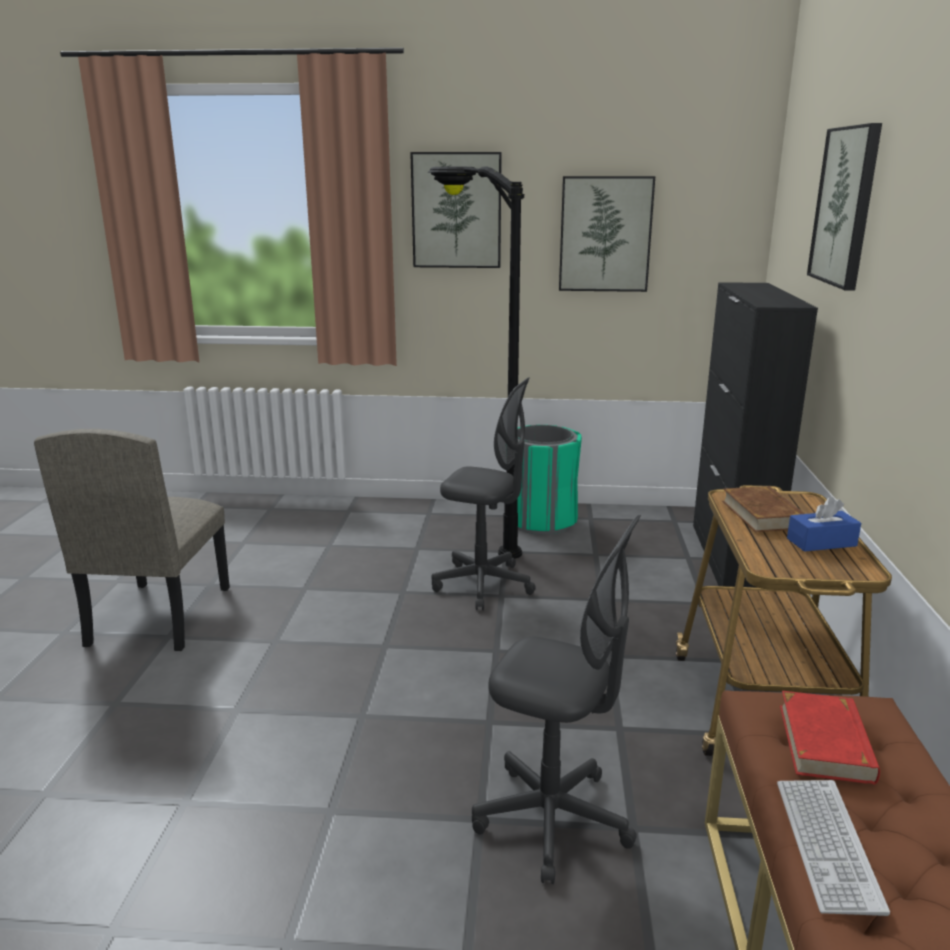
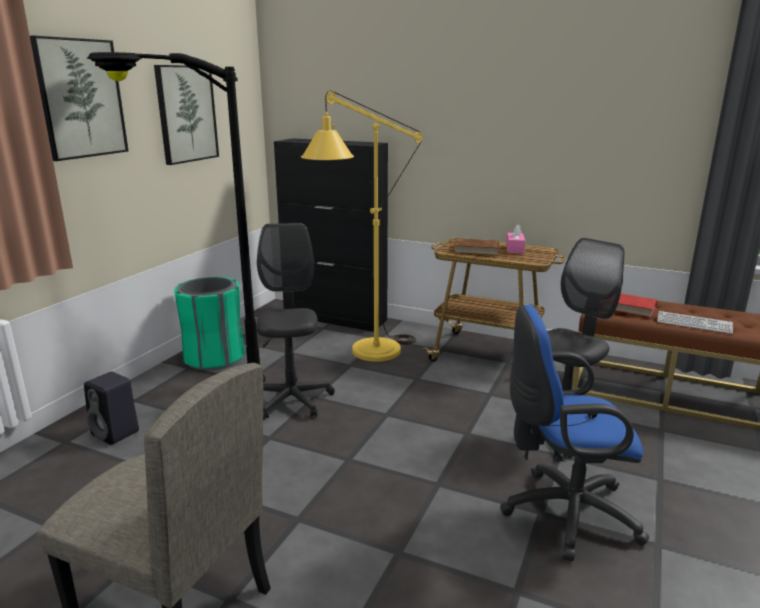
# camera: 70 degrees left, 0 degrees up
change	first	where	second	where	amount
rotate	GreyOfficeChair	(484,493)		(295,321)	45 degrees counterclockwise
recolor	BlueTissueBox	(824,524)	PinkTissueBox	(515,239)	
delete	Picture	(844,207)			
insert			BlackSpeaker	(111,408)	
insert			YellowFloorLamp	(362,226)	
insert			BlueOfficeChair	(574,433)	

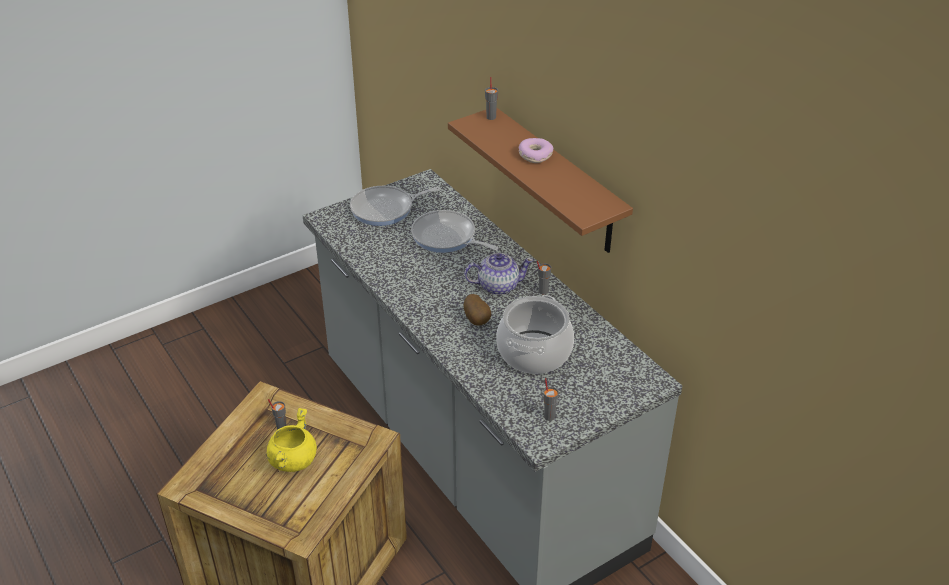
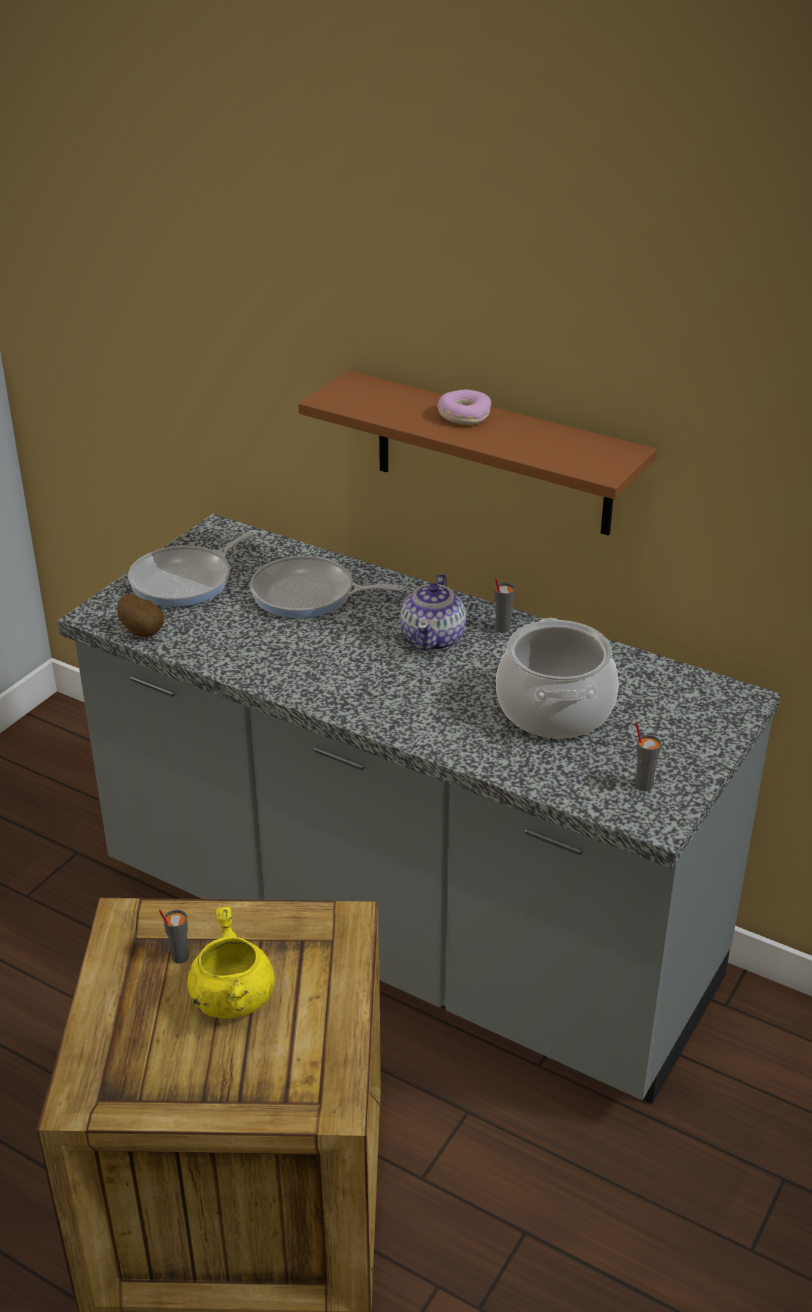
# camera: 25 degrees left, 5 degrees down
change	first	where	second	where	amount
rotate	Teapot	(499,274)		(433,612)	135 degrees clockwise
move	Potato	(477,310)		(140,615)	
delete	GreyCup	(491,98)			

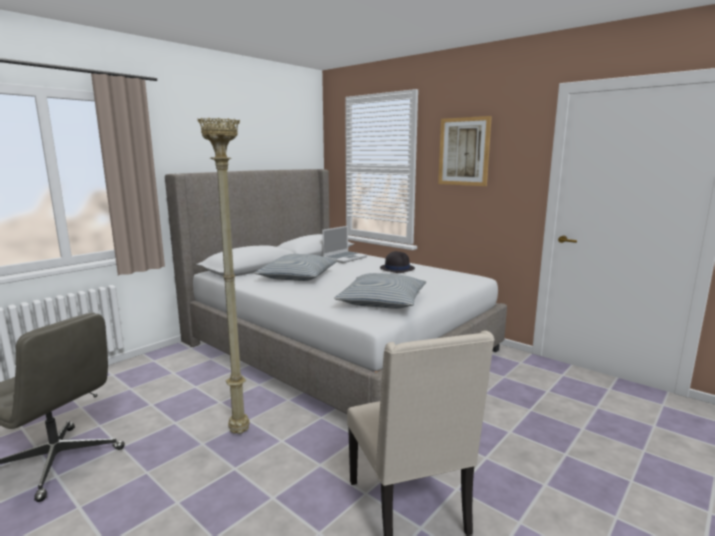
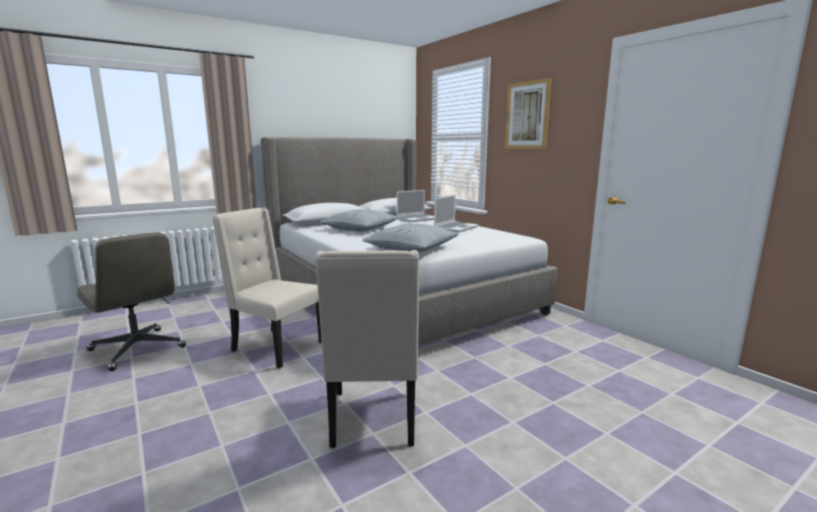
# camera: 15 degrees right, 0 degrees up
change	first	where	second	where	amount
replace	BeigeFloorLamp	(223,276)	BeigeChair	(267,288)	
replace	BlackHat	(397,262)	Laptop	(456,214)	

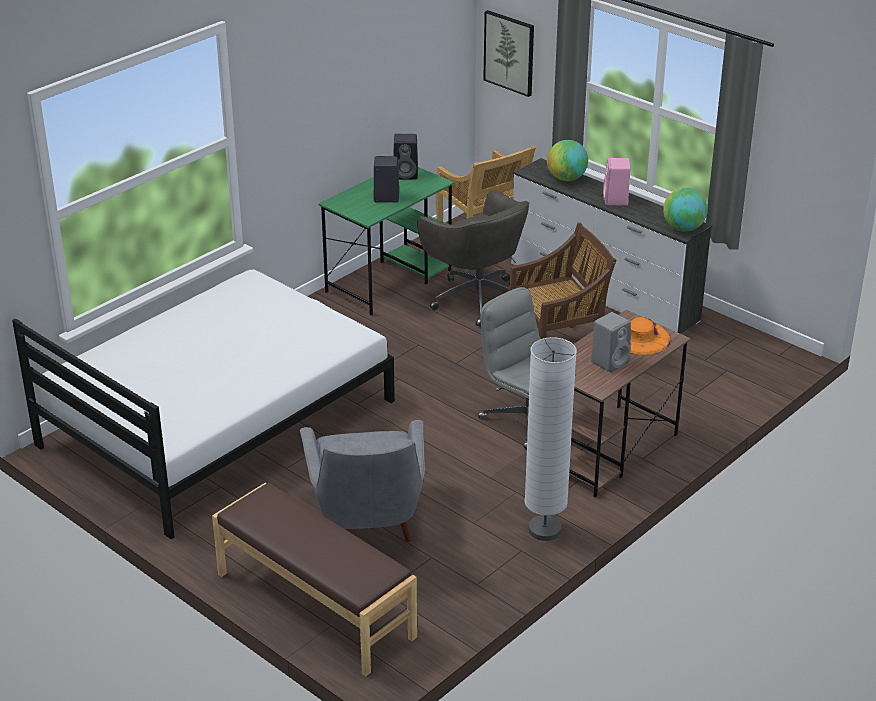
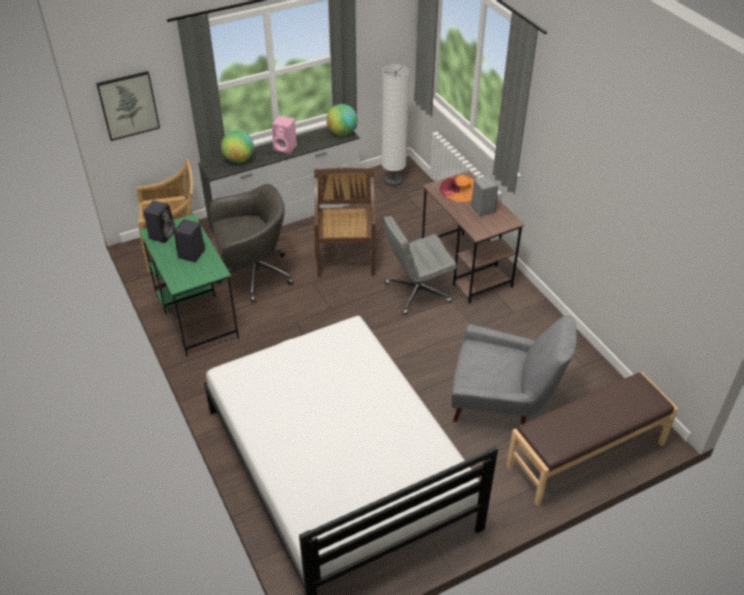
# camera: 70 degrees left, 10 degrees up
change	first	where	second	where	amount
move	WhiteFloorLamp	(551,439)		(395,125)	

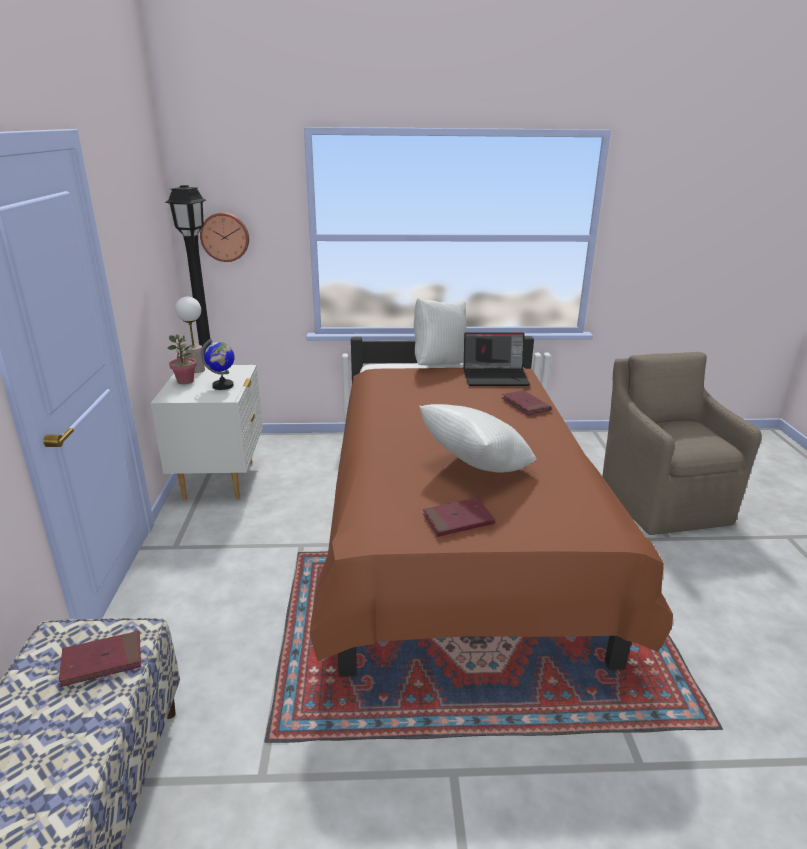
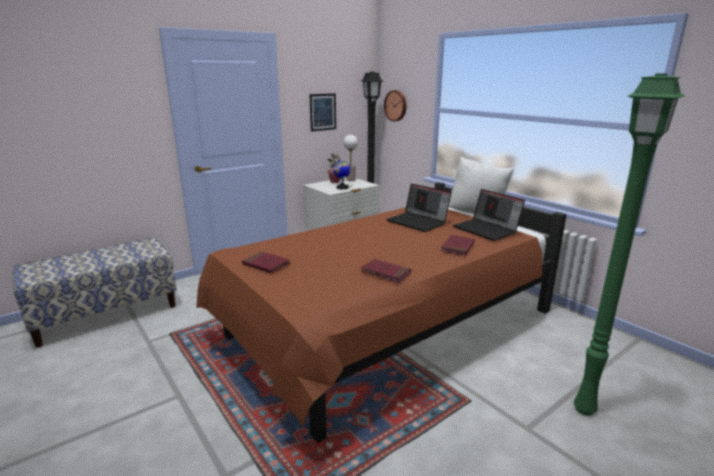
# camera: 55 degrees right, 5 degrees down
change	first	where	second	where	amount
move	RedBook	(100,659)		(385,270)	
delete	WhitePillow	(478,438)			
replace	BrownArmchair	(682,443)	GreenFloorLamp	(629,244)	
insert			Picture	(322,112)	
insert			Laptop	(418,208)	

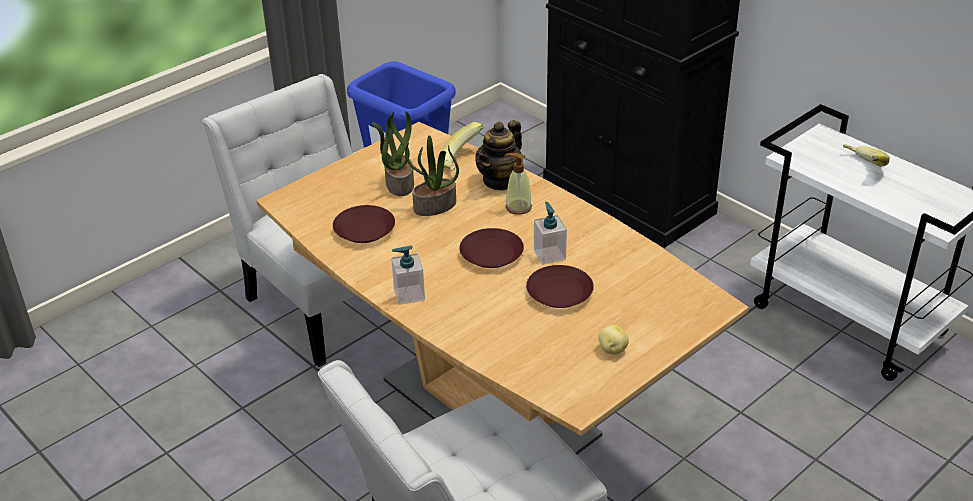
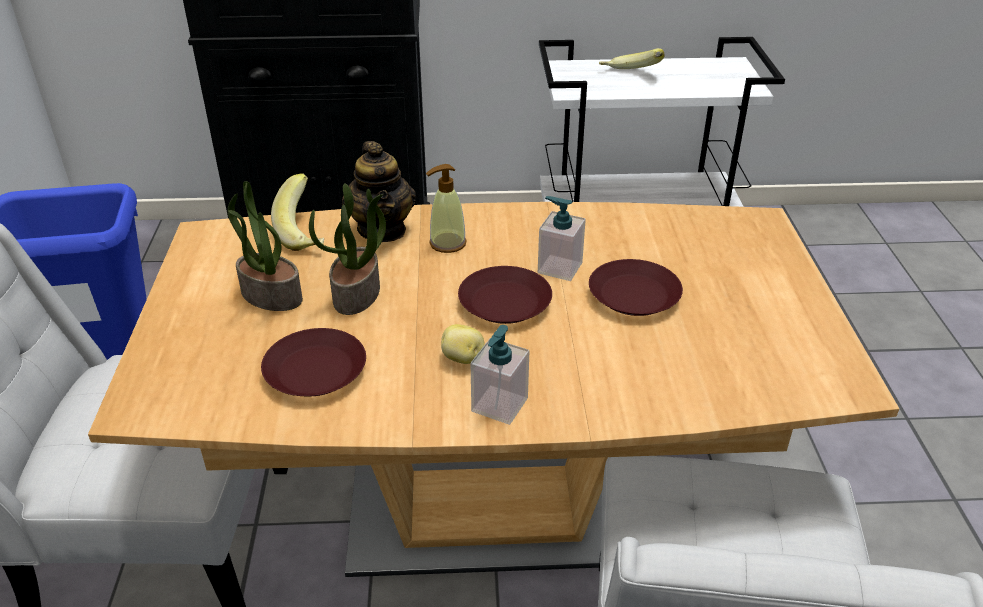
# camera: 50 degrees left, 0 degrees up
change	first	where	second	where	amount
move	Potato	(613,340)		(463,344)	

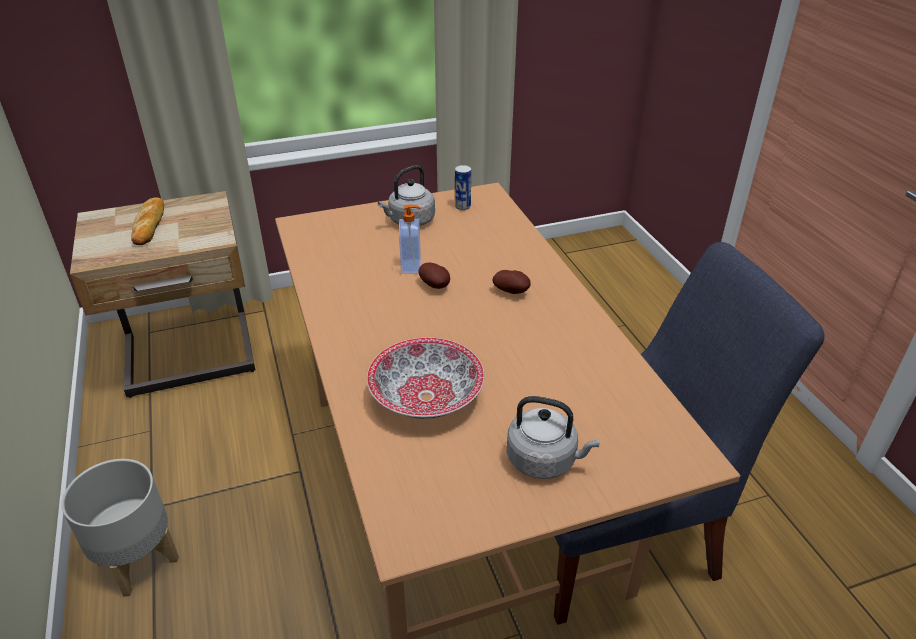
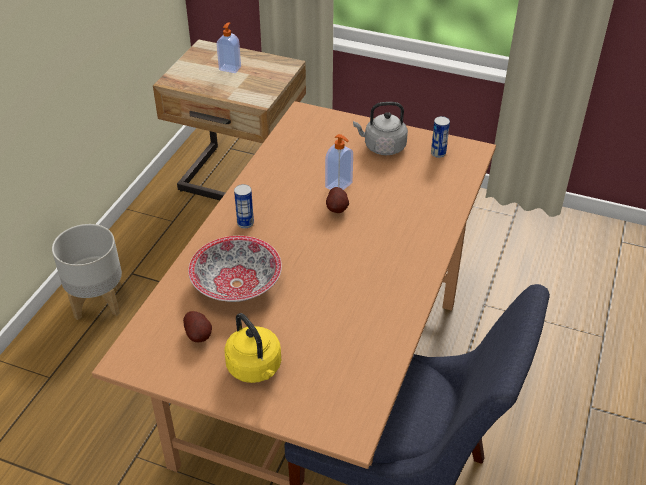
# camera: 40 degrees right, 5 degrees up
change	first	where	second	where	amount
replace	Bread	(147,221)	SoapDispenser	(229,48)	
move	Potato	(511,282)		(197,326)	
recolor	GreyKettle	(553,437)	YellowKettle	(252,348)	
insert			Can	(244,206)	

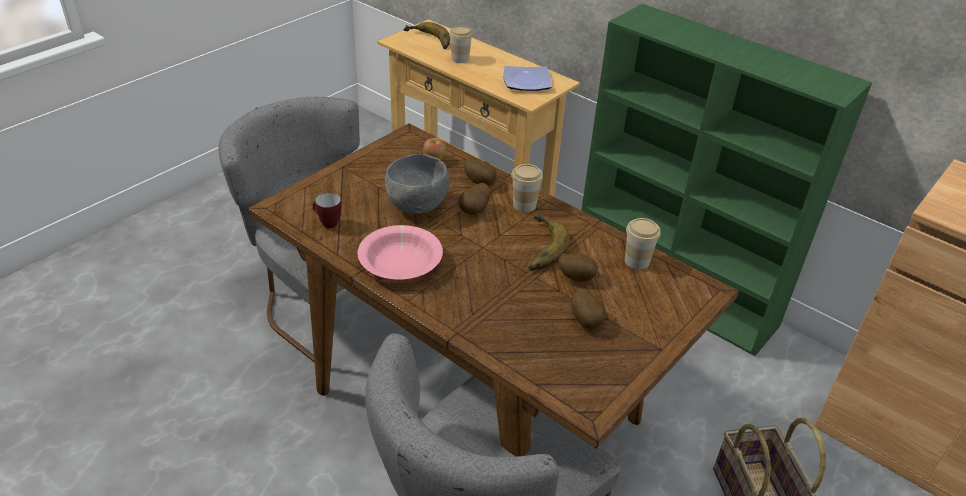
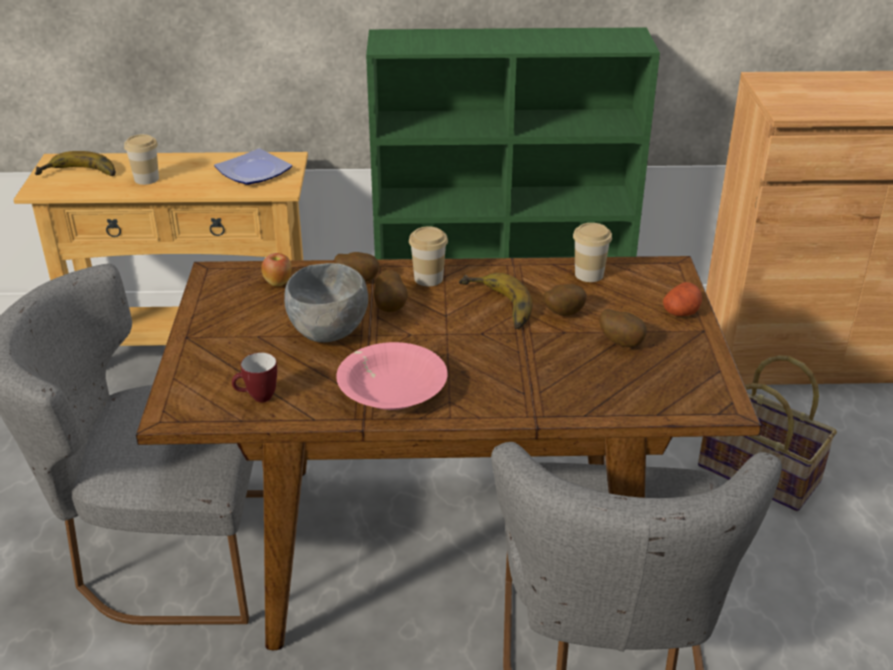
# camera: 40 degrees left, 5 degrees down
change	first	where	second	where	amount
insert			Potato	(682,299)	

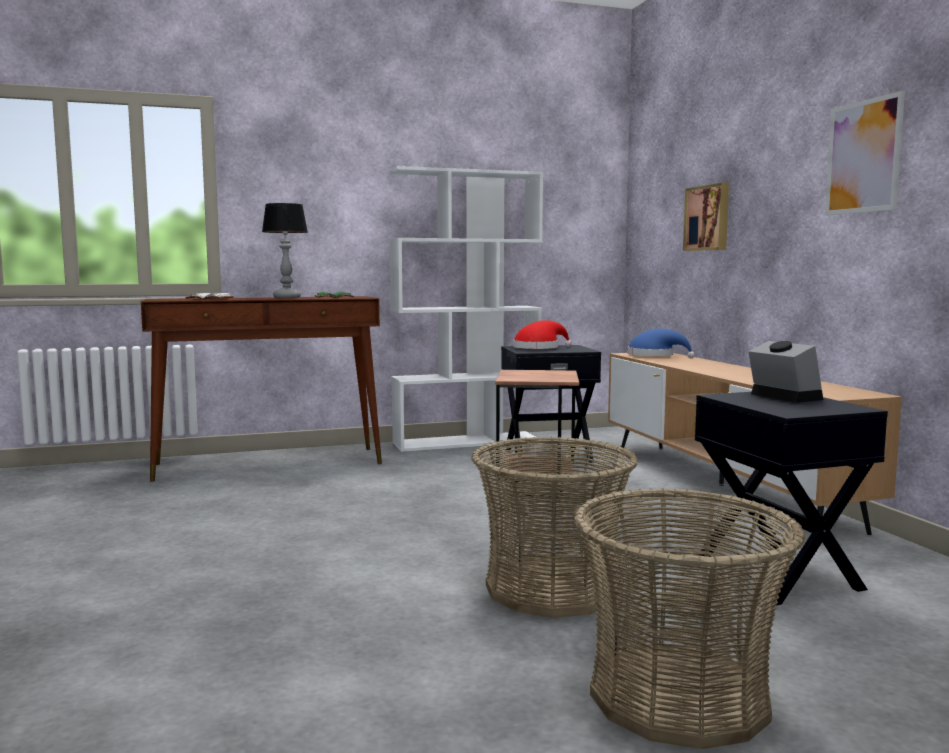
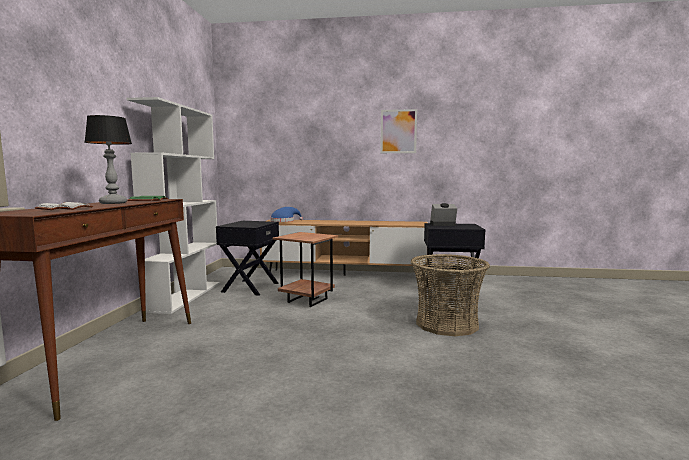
# camera: 65 degrees left, 0 degrees up
change	first	where	second	where	amount
delete	RedHat	(542,334)			
delete	Basket	(689,618)			
delete	Picture	(706,217)			

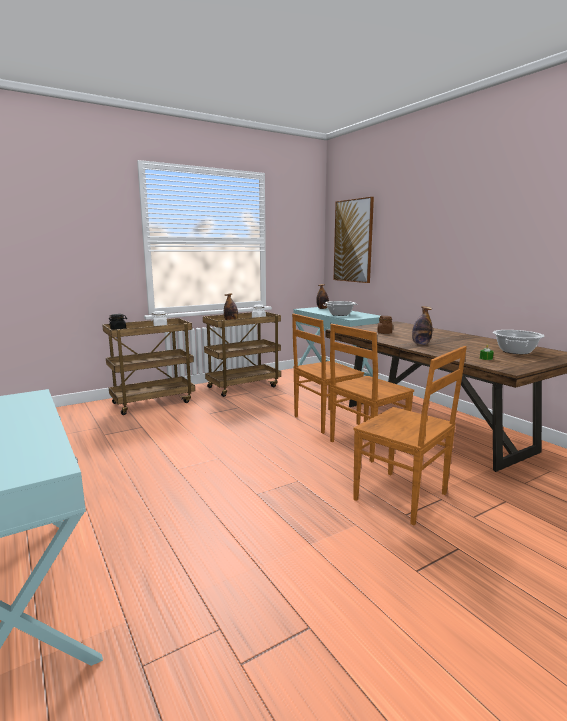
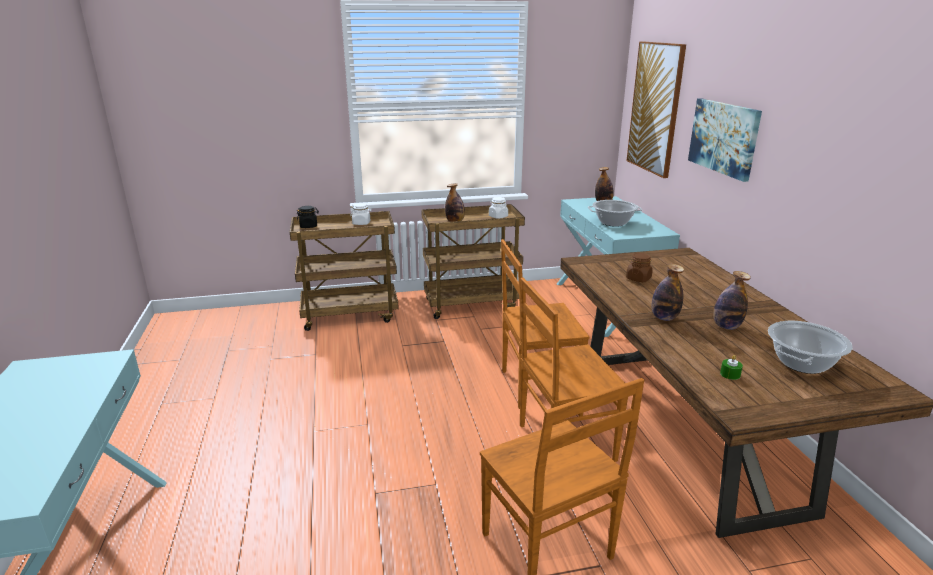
# camera: 20 degrees right, 10 degrees up
change	first	where	second	where	amount
insert			Picture	(725,140)	
insert			Bottle	(732,300)	

